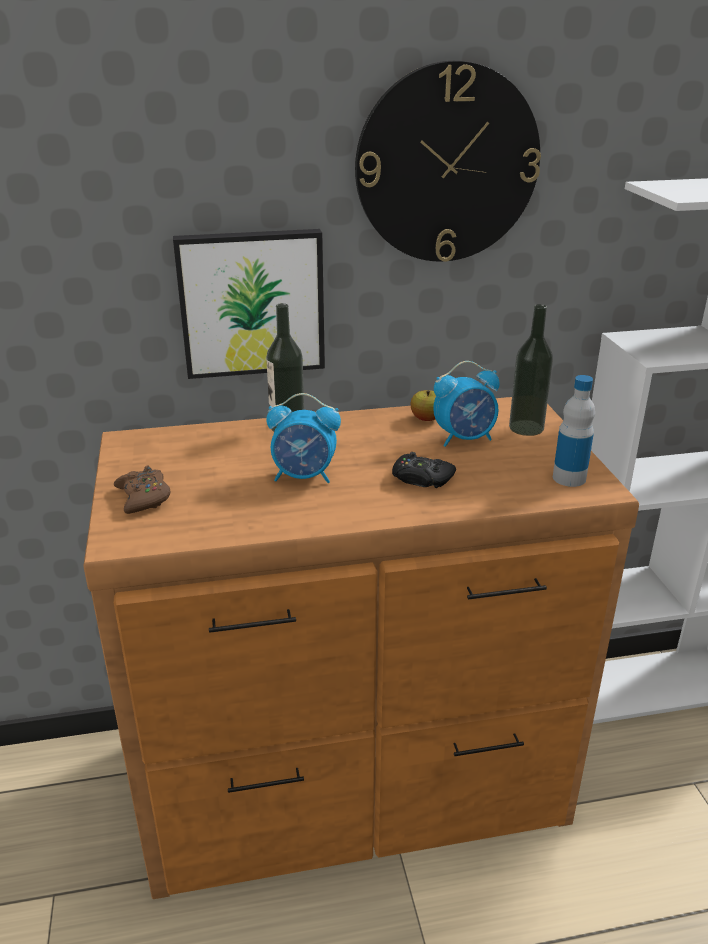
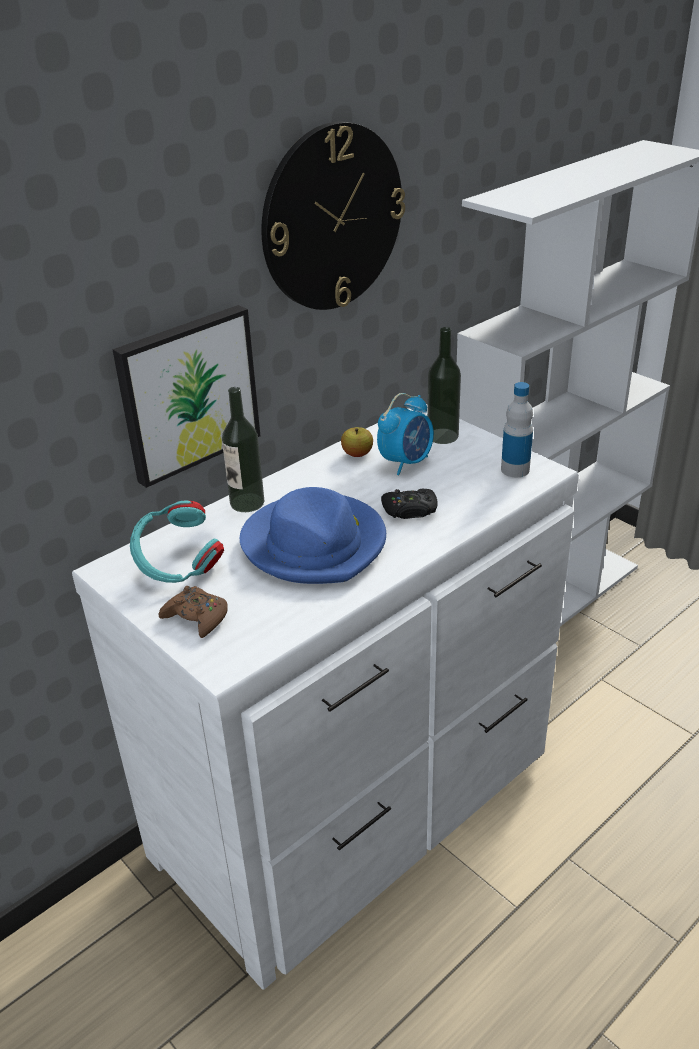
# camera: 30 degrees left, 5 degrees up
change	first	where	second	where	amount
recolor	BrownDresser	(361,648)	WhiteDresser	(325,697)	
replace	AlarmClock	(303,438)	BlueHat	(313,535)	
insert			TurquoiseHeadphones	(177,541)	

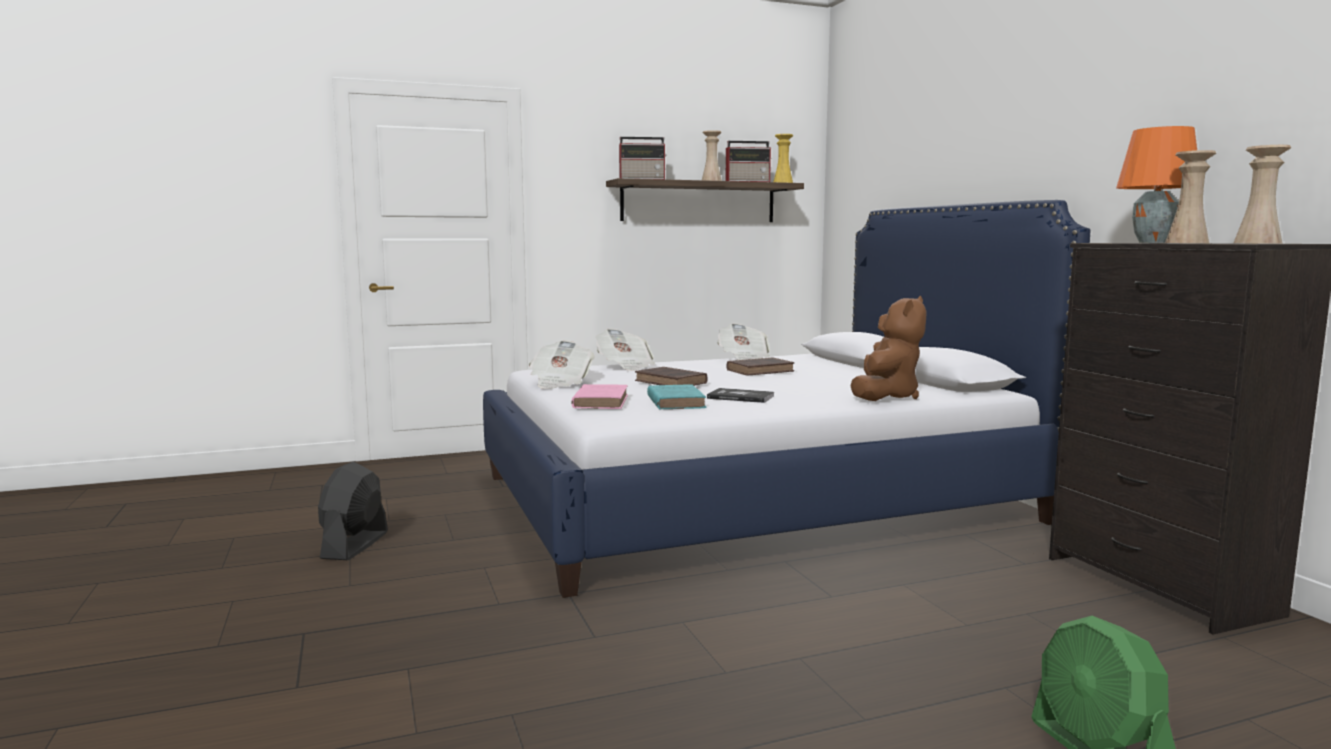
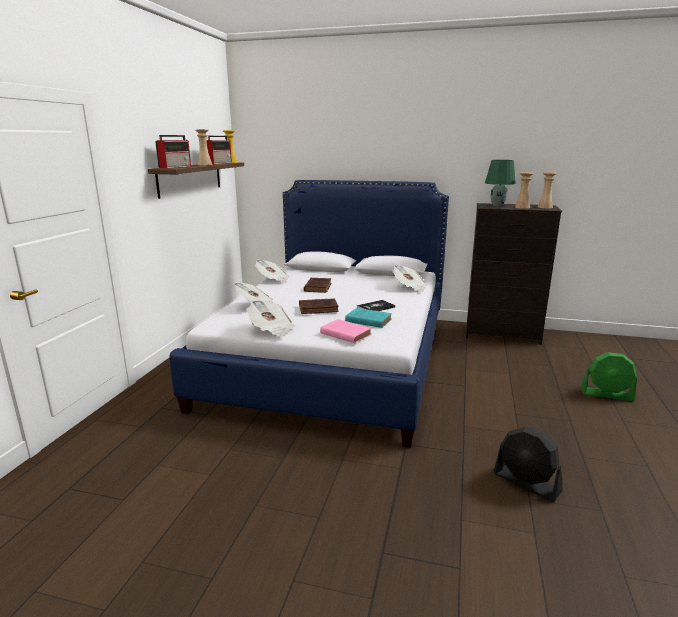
# camera: 55 degrees left, 10 degrees up
change	first	where	second	where	amount
move	BlackFan	(353,511)		(527,464)	
replace	BrownPlushToy	(888,348)	Newspaper	(409,279)	
recolor	OrangeTableLamp	(1156,184)	GreenTableLamp	(500,183)	

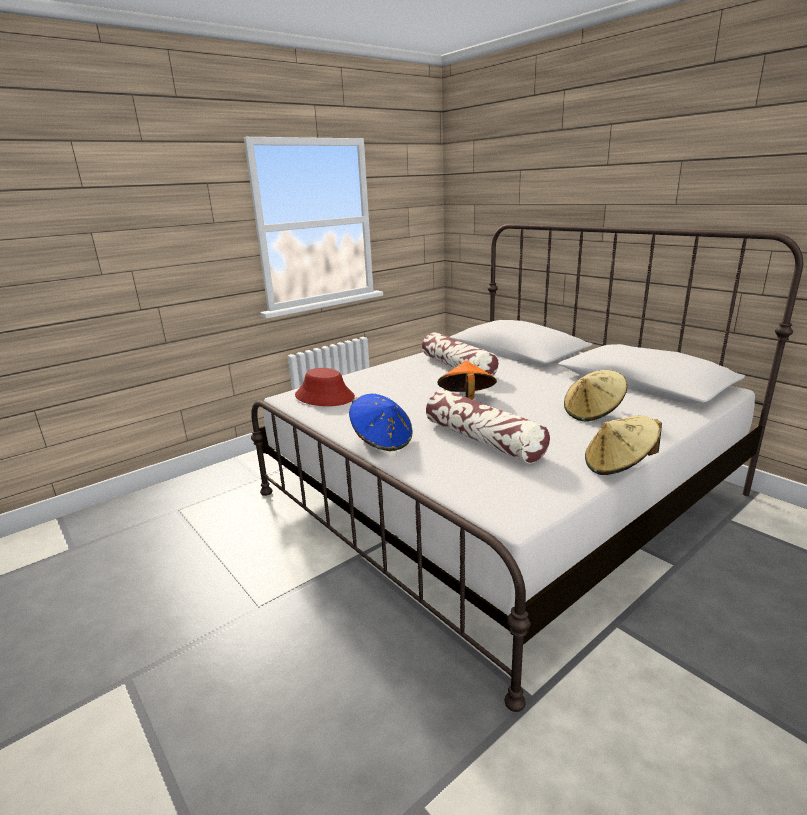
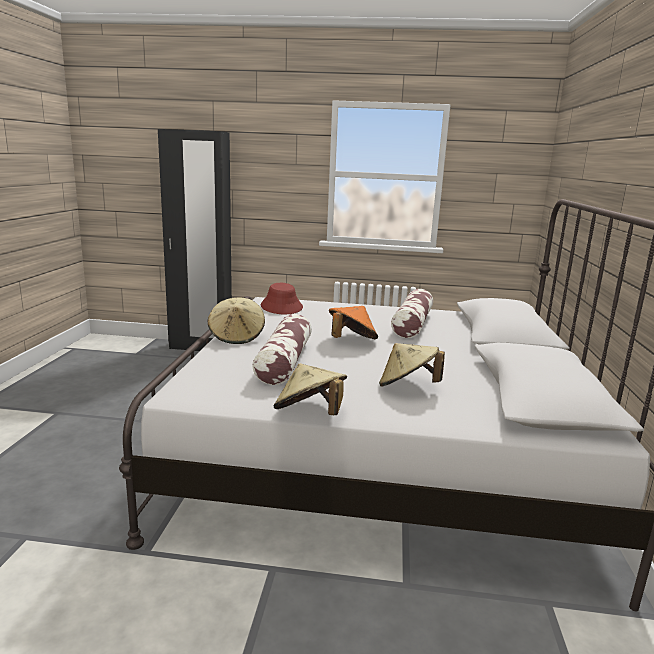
# camera: 45 degrees right, 5 degrees down
change	first	where	second	where	amount
recolor	BlueHat	(381,422)	BeigeHat	(236,320)	
insert			BlackWardrobe	(195,240)	

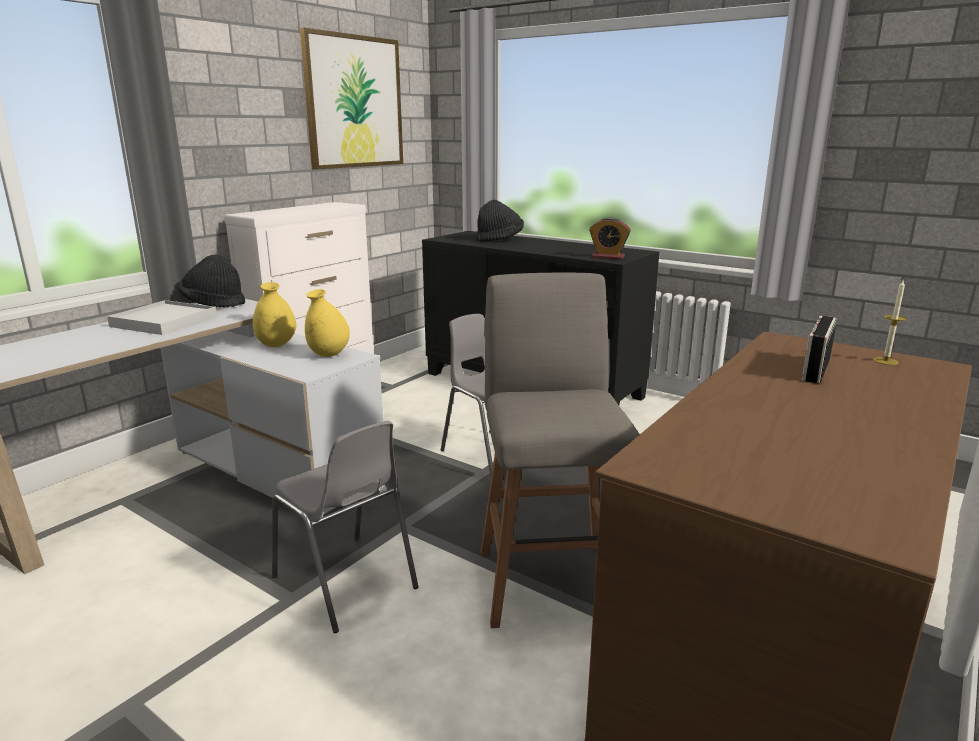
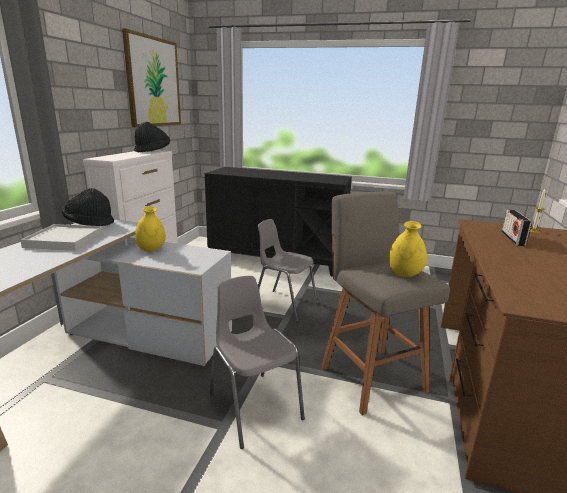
# camera: 20 degrees left, 0 degrees up
change	first	where	second	where	amount
rotate	GreyChair	(345,527)		(257,362)	150 degrees counterclockwise
move	YellowVase	(327,323)		(407,249)	
move	BlackHat	(500,221)		(152,137)	
delete	AlarmClock	(610,238)			

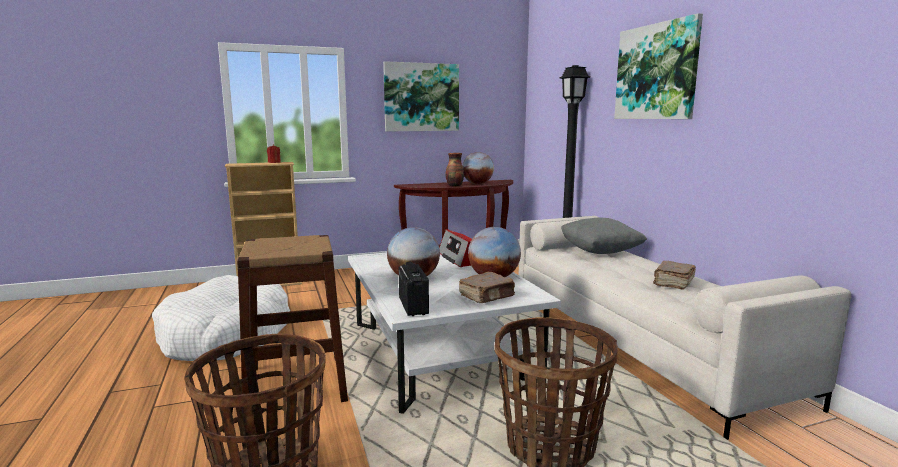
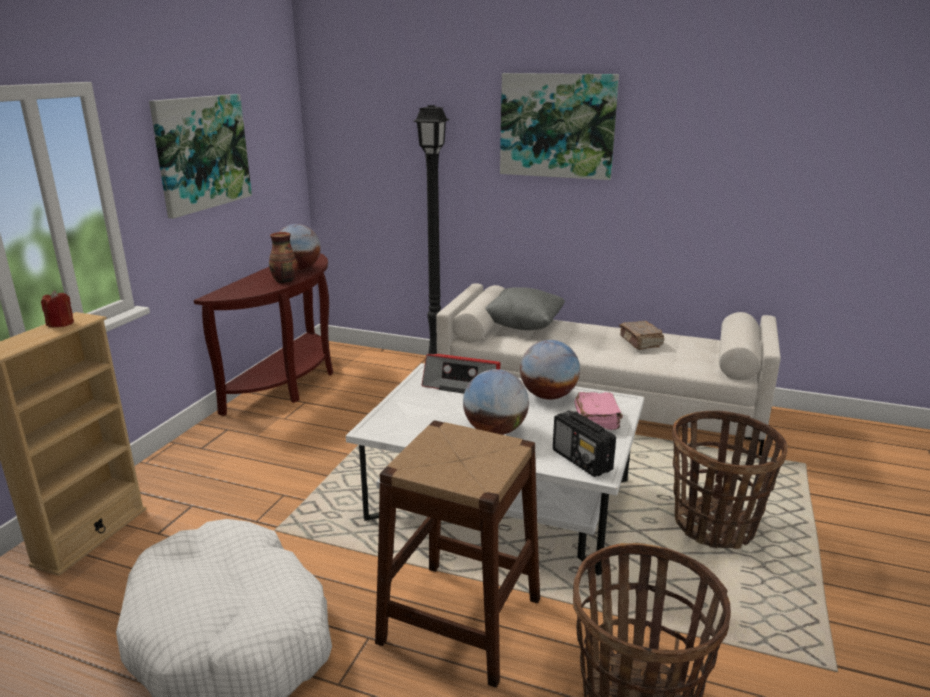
# camera: 50 degrees left, 10 degrees up
change	first	where	second	where	amount
rotate	Radio	(414,289)		(584,443)	150 degrees counterclockwise
recolor	BrownBook	(487,287)	PinkBook	(599,411)	

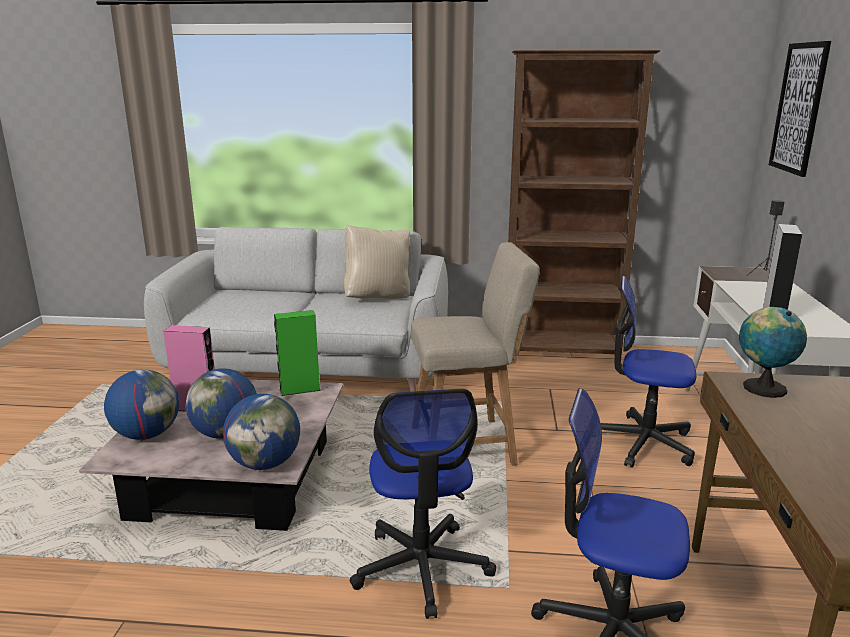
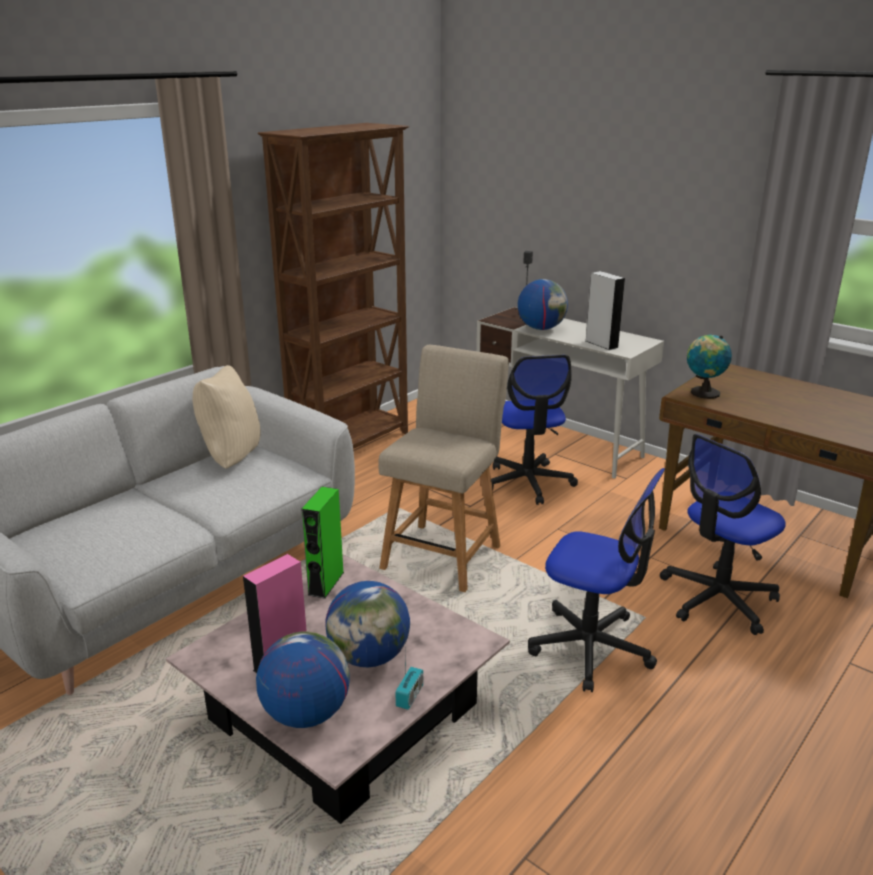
# camera: 55 degrees left, 5 degrees up
change	first	where	second	where	amount
move	Globe	(261,432)		(543,304)	
rotate	OfficeChair	(648,372)		(534,430)	60 degrees counterclockwise
delete	Picture	(800,109)			
insert			Radio	(409,684)	

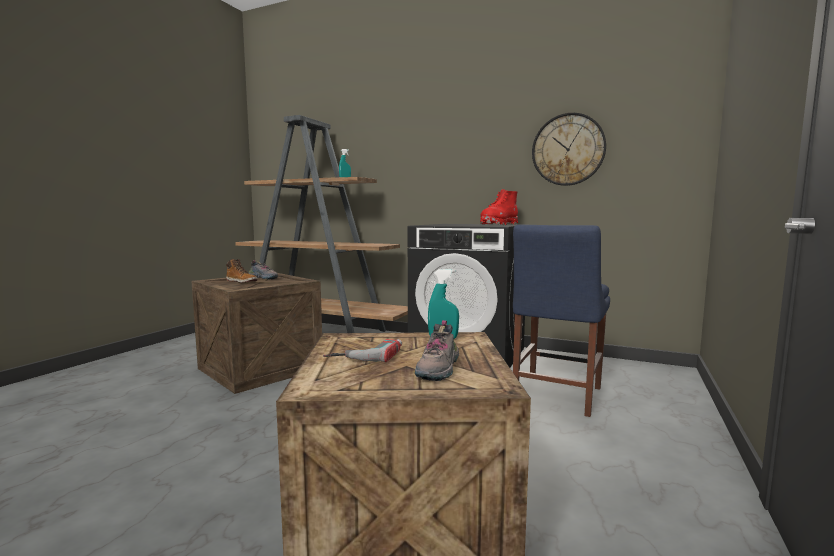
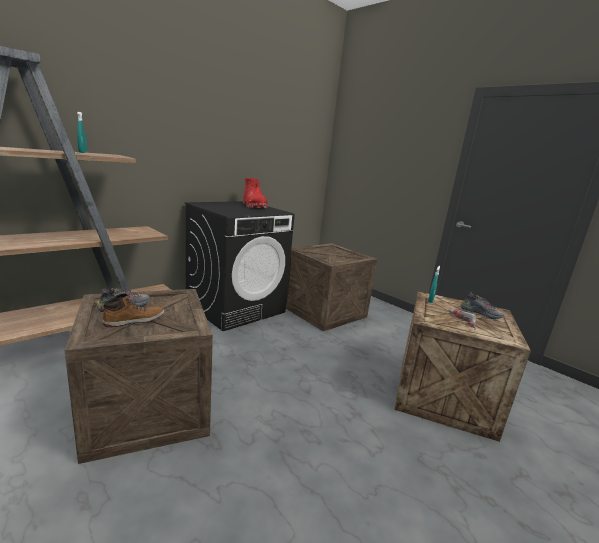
# camera: 70 degrees left, 10 degrees up
change	first	where	second	where	amount
replace	BlueChair	(561,321)	Crate	(331,287)	
delete	WallClock	(569,149)			

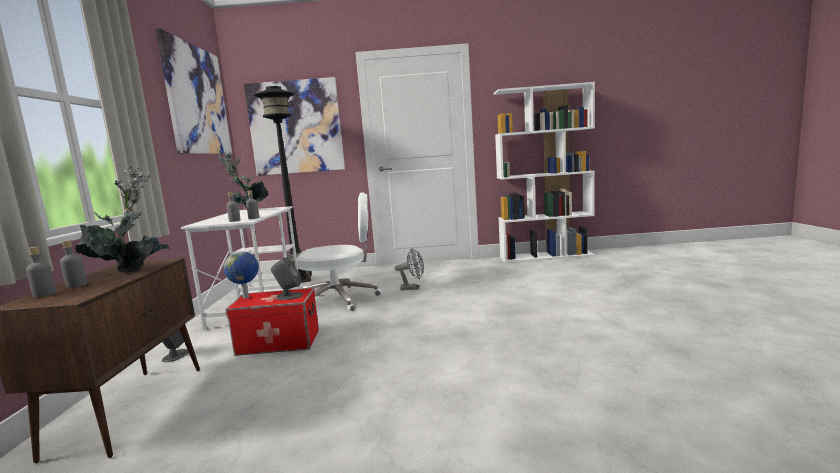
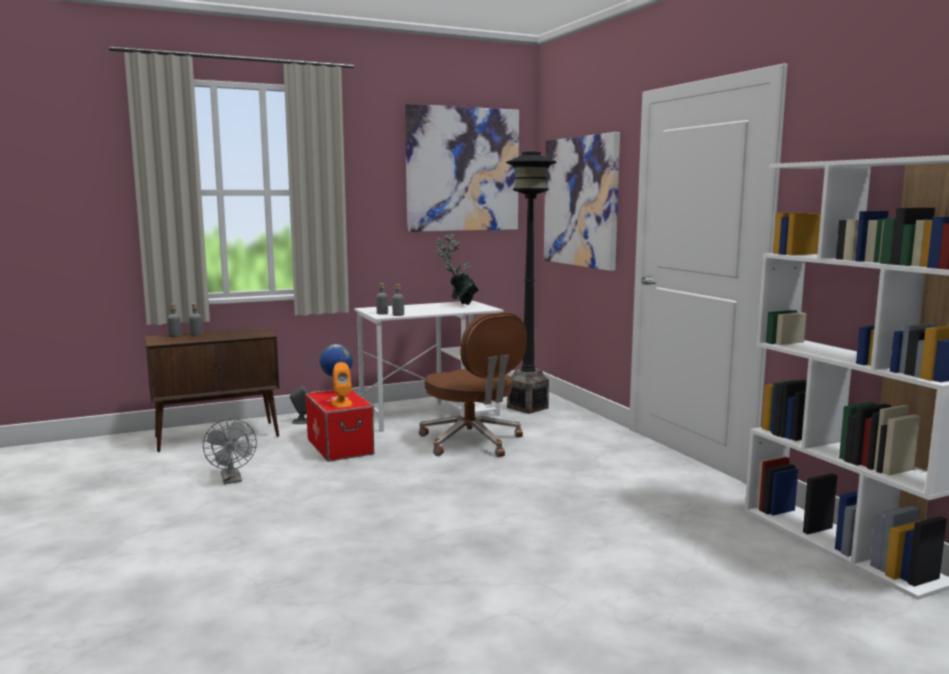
# camera: 65 degrees right, 0 degrees up
change	first	where	second	where	amount
delete	PottedPlant	(122,219)			
recolor	GreySpeaker	(287,278)	OrangeSpeaker	(342,385)	
recolor	WhiteOfficeChair	(339,252)	BrownOfficeChair	(473,384)	
move	GreyFan	(409,269)		(230,451)	

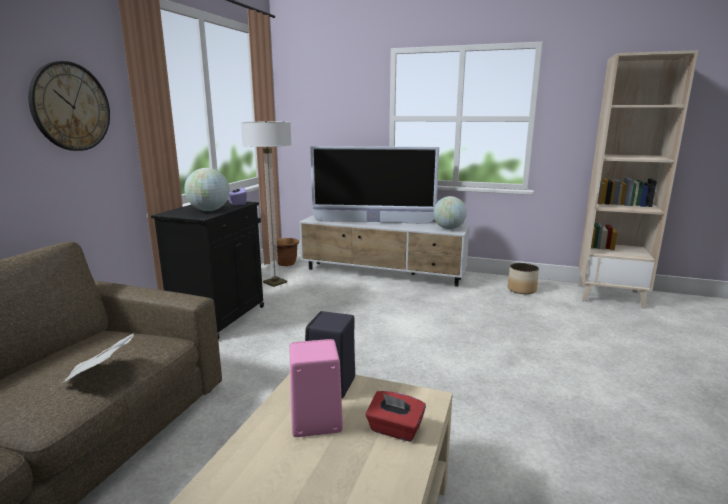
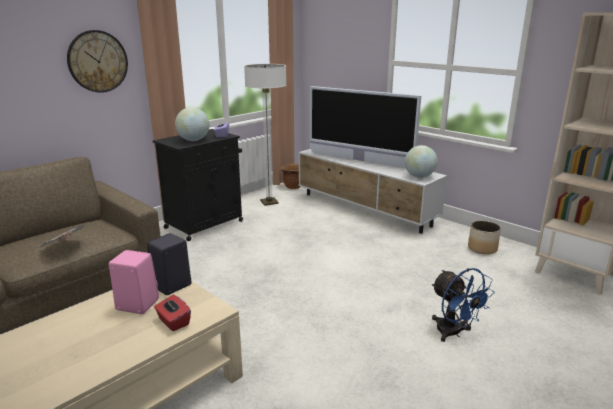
# camera: 25 degrees right, 5 degrees up
change	first	where	second	where	amount
insert			BlueFan	(463,305)	

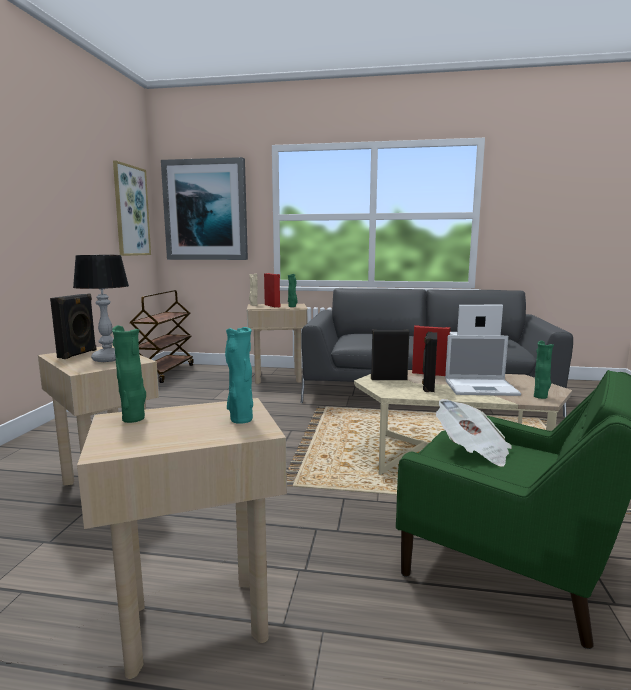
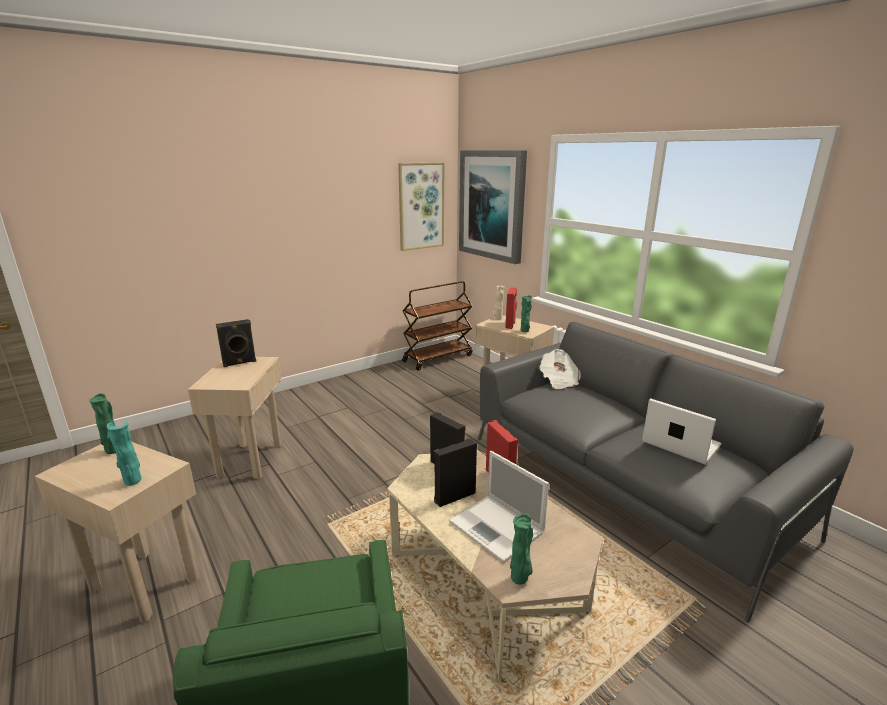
# camera: 45 degrees right, 10 degrees up
change	first	where	second	where	amount
delete	TableLamp	(101,308)			
move	Newspaper	(473,433)		(560,369)	

